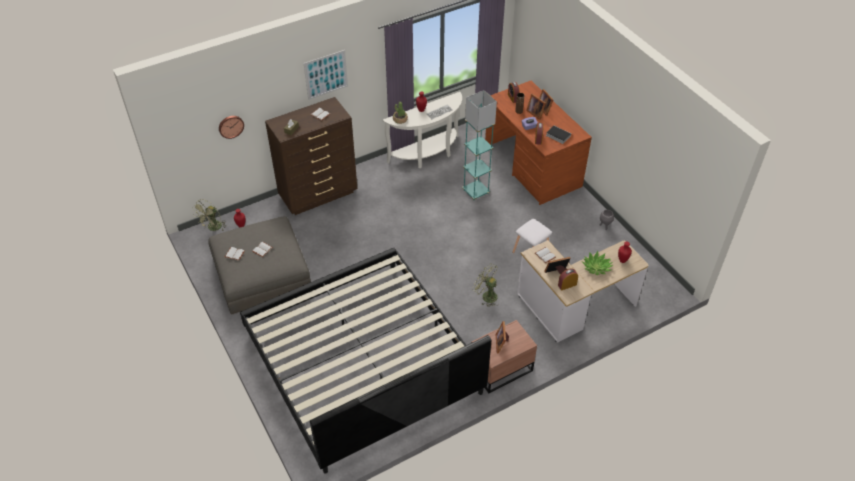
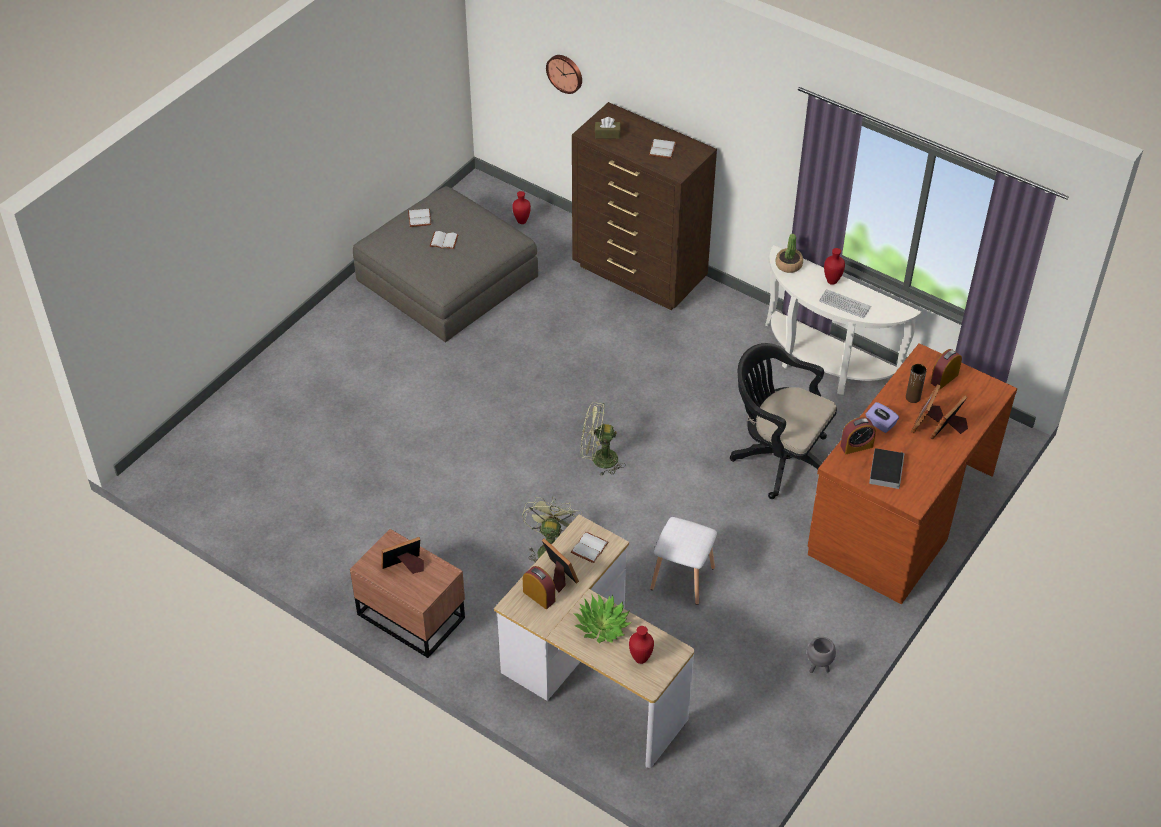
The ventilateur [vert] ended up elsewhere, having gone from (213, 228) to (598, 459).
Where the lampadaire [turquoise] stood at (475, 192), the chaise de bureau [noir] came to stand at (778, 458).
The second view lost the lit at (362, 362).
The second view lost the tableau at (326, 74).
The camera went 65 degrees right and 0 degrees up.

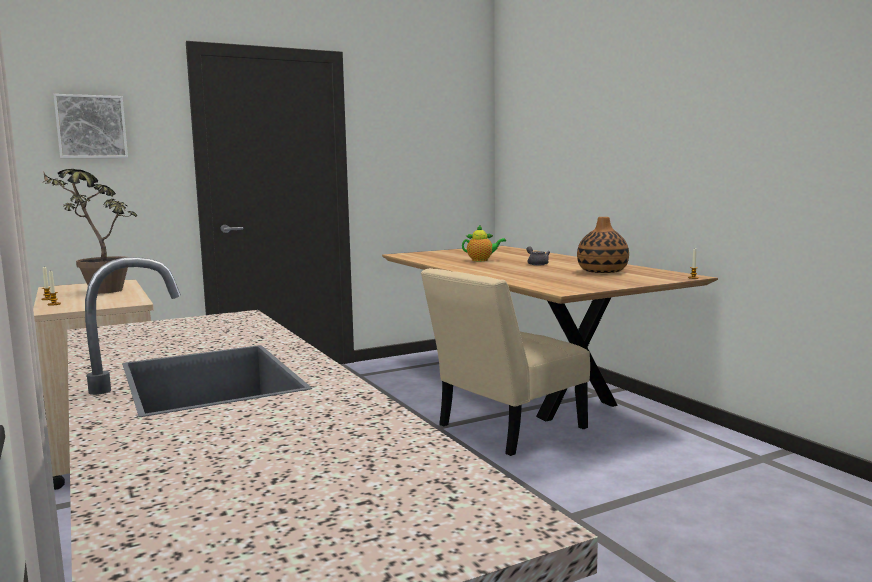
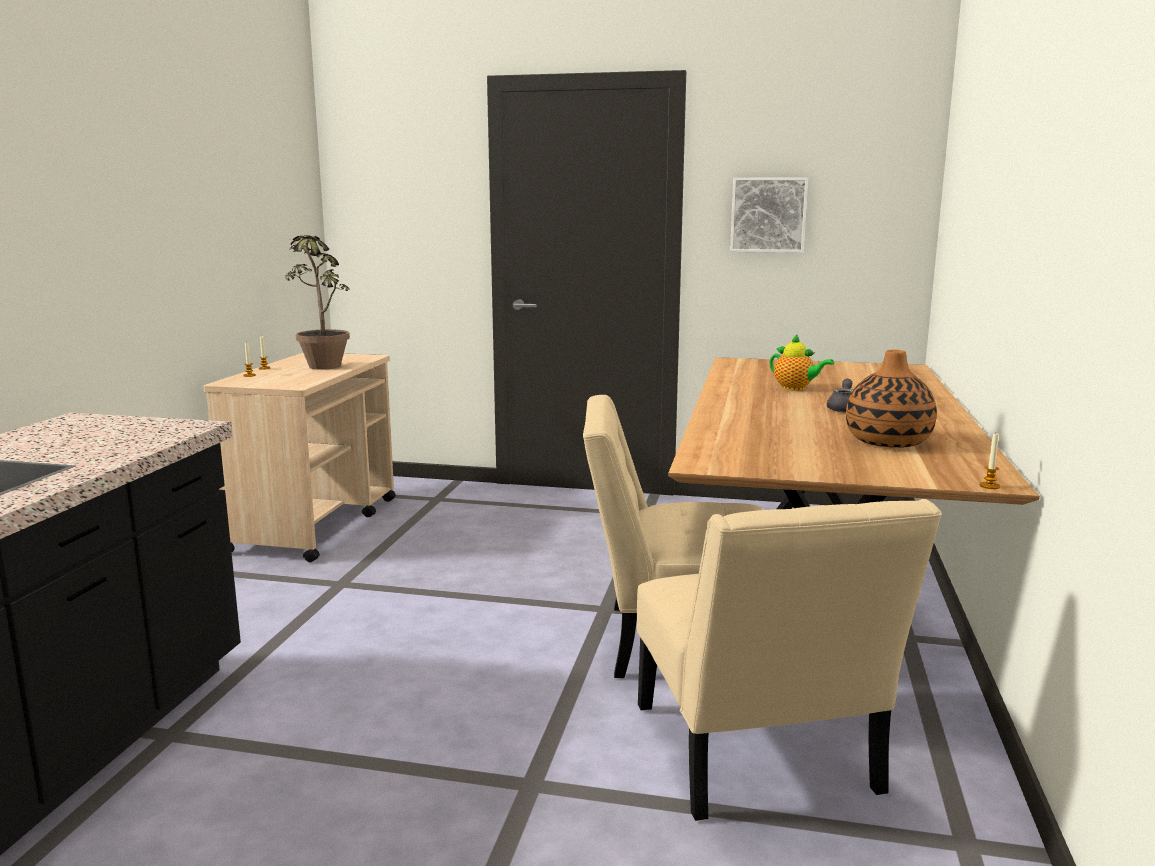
The second view gained the chaise [beige] at (757, 757).
The tableau ended up elsewhere, having gone from (91, 127) to (768, 215).
The camera went 40 degrees right and 5 degrees up.

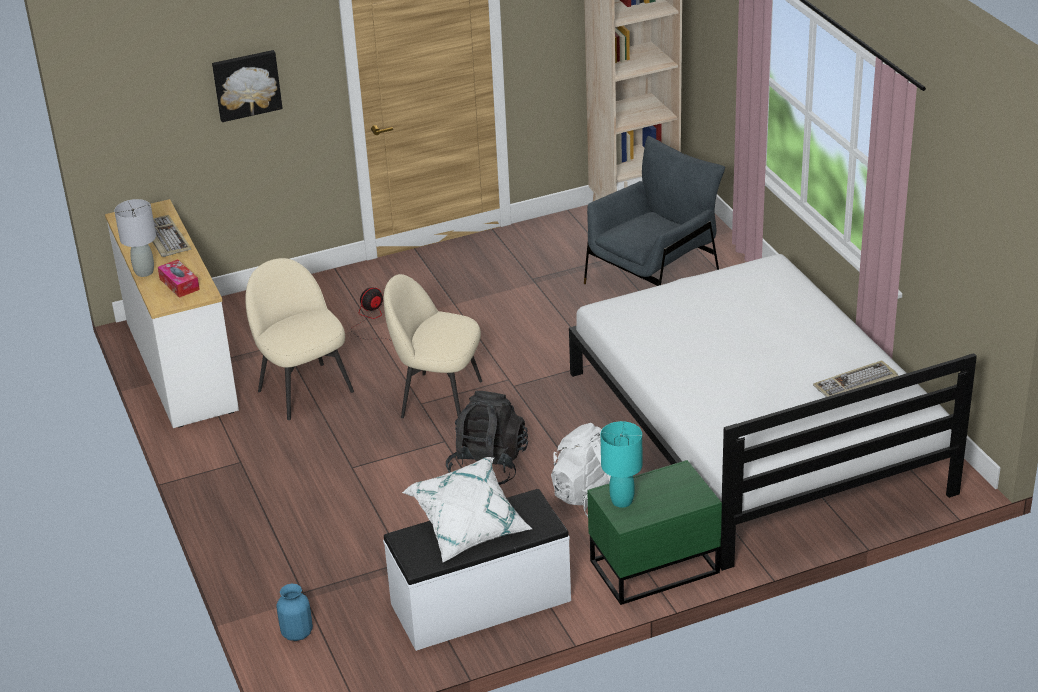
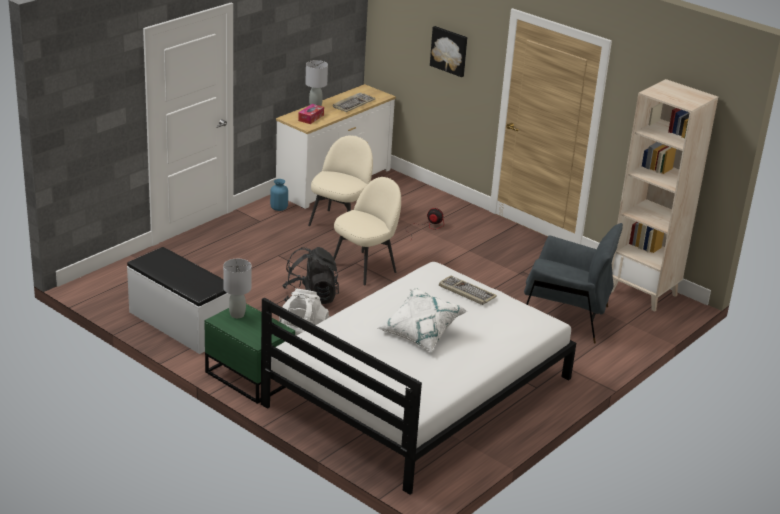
What was the lampe de table [turquoise] at (622, 501) turned into the lampe de table [gris] at (237, 315).
The vase [bleu] ended up elsewhere, having gone from (297, 632) to (279, 208).
The chaise [beige] at (439, 398) ended up facing another way, 60 degrees clockwise from before.
The coussin [blanc] ended up elsewhere, having gone from (469, 527) to (420, 332).
The clavier ended up elsewhere, having gone from (856, 384) to (466, 292).
The camera went 60 degrees right and 5 degrees down.

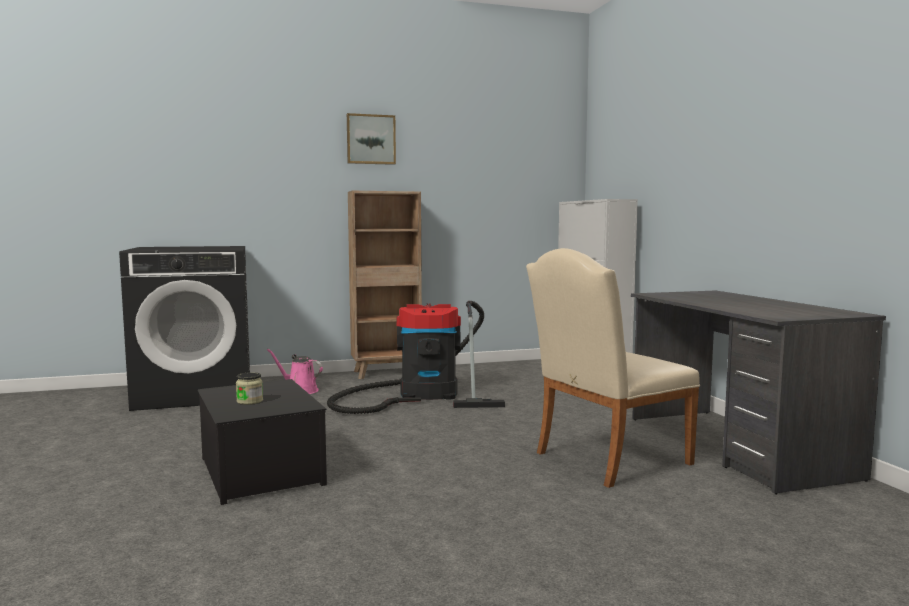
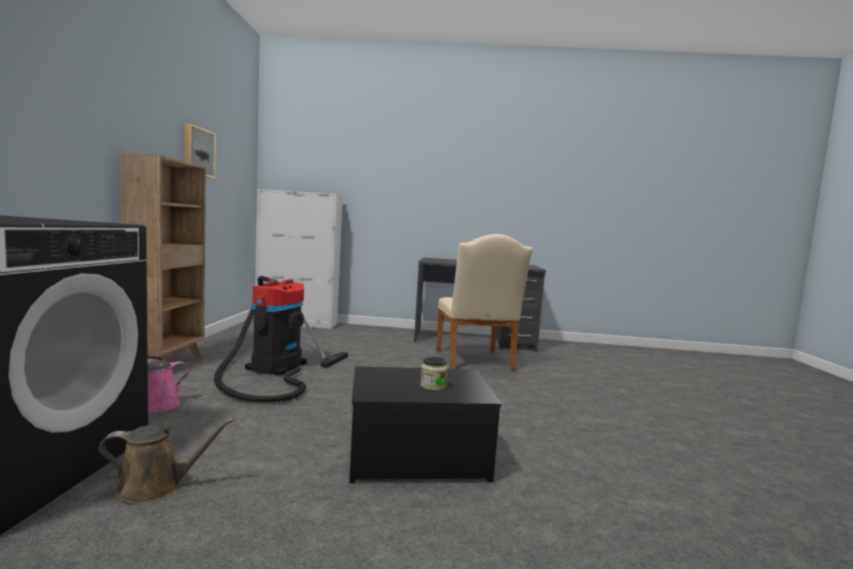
The second view gained the arrosoir [marron] at (156, 487).
The tableau ended up elsewhere, having gone from (370, 139) to (197, 152).
The camera went 70 degrees left and 0 degrees up.

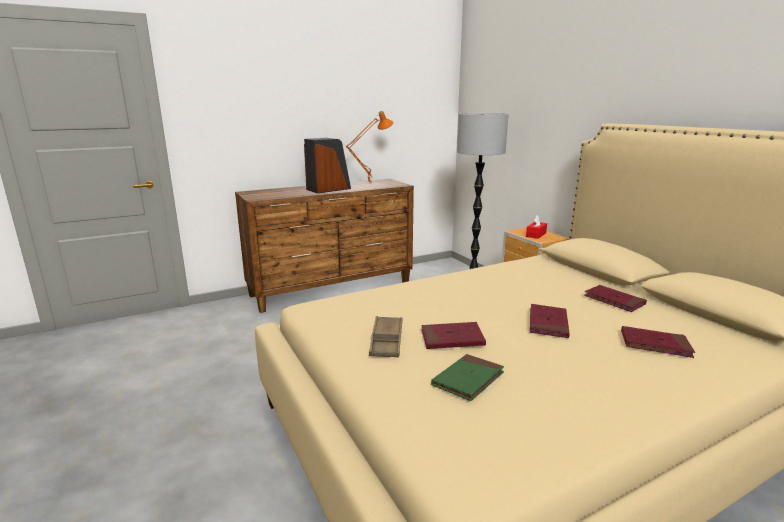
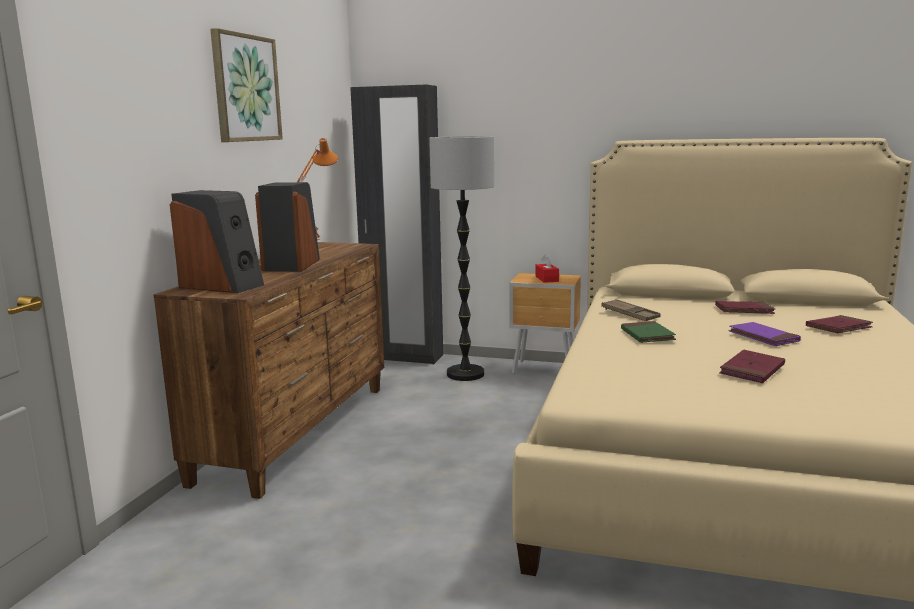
The second view gained the enceinte at (222, 286).
The second view gained the tableau at (245, 88).
The second view gained the armoire [noir] at (403, 357).
The plateau [marron] ended up elsewhere, having gone from (386, 341) to (630, 314).
The livre [vert] ended up elsewhere, having gone from (468, 380) to (647, 335).
What was the livre [rouge] at (548, 323) turned into the livre [violet] at (763, 337).
The camera went 45 degrees left and 5 degrees down.

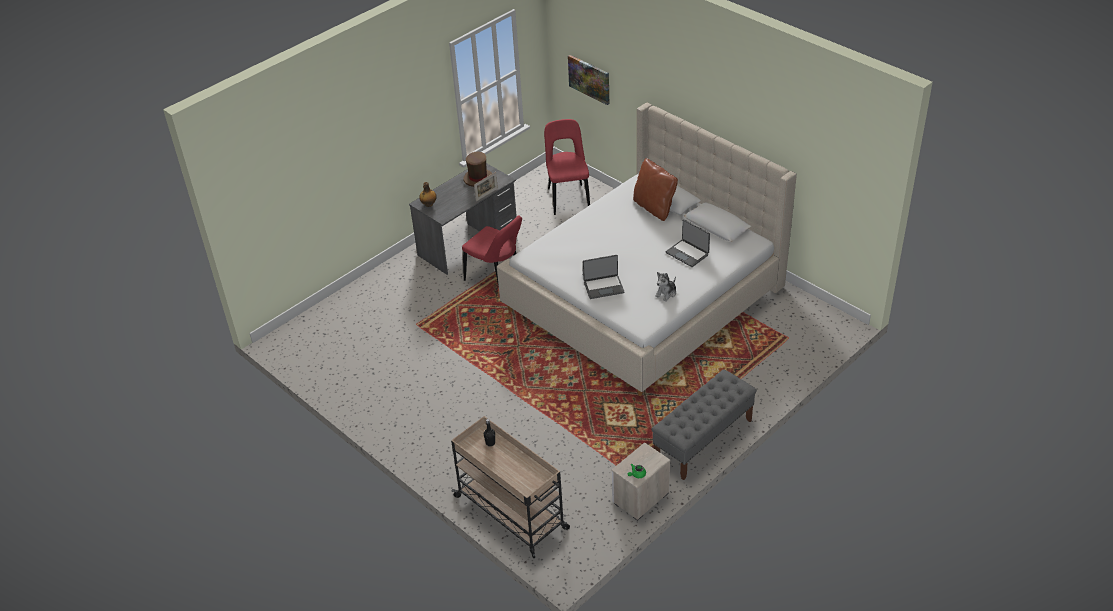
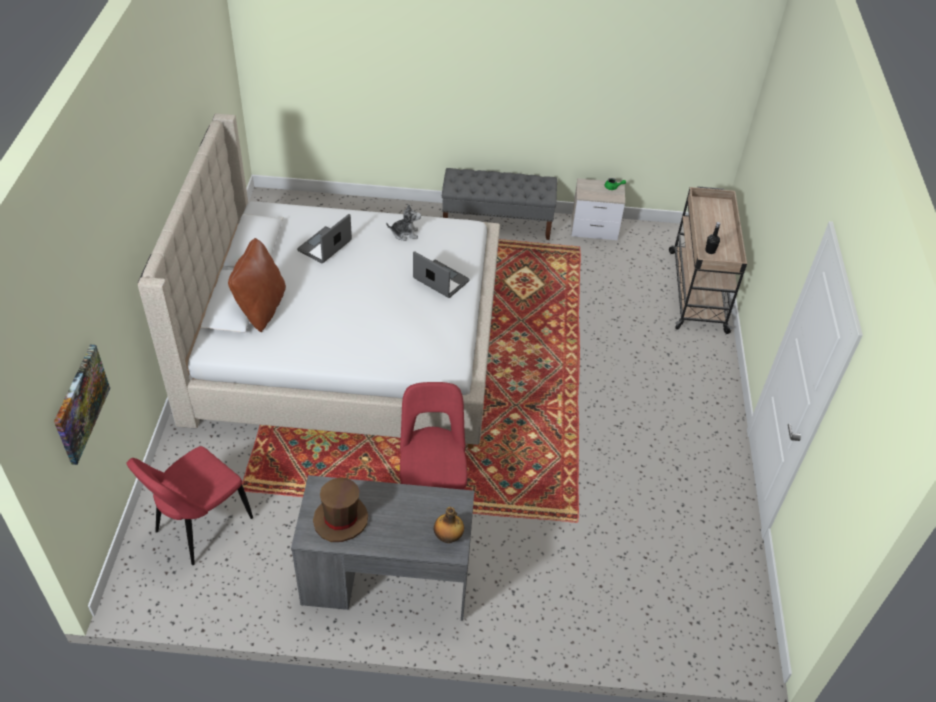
The ordinateur portable at (687, 253) ended up facing another way, 150 degrees counterclockwise from before.
The second view lost the cadre photo at (486, 194).
The camera went 135 degrees left and 5 degrees up.

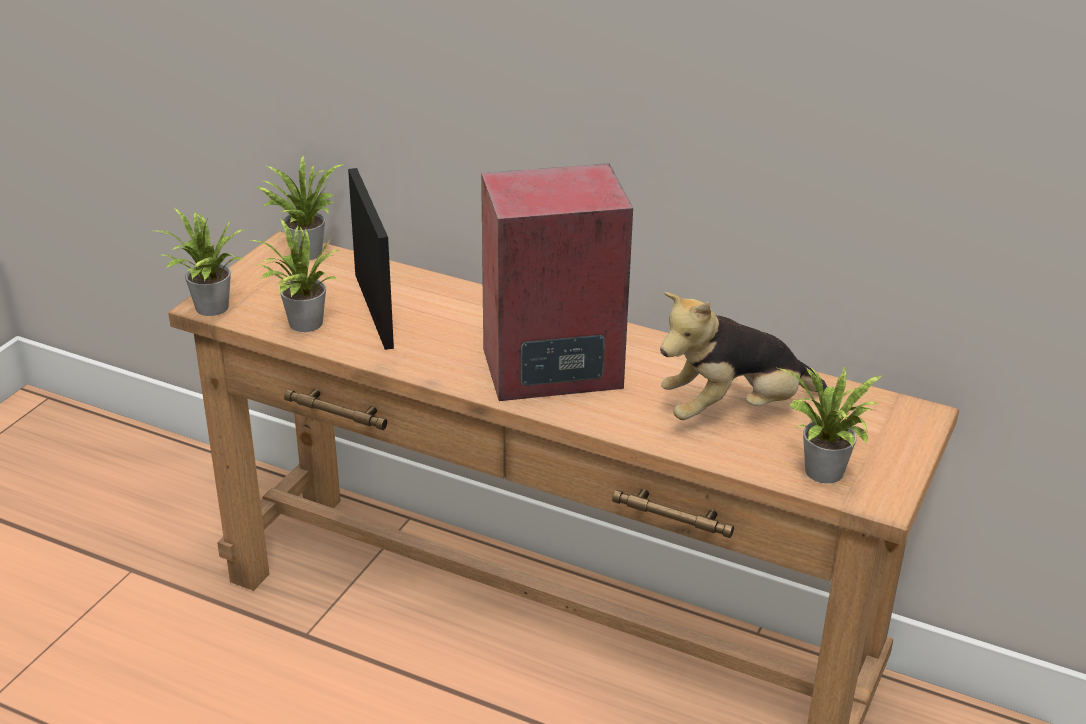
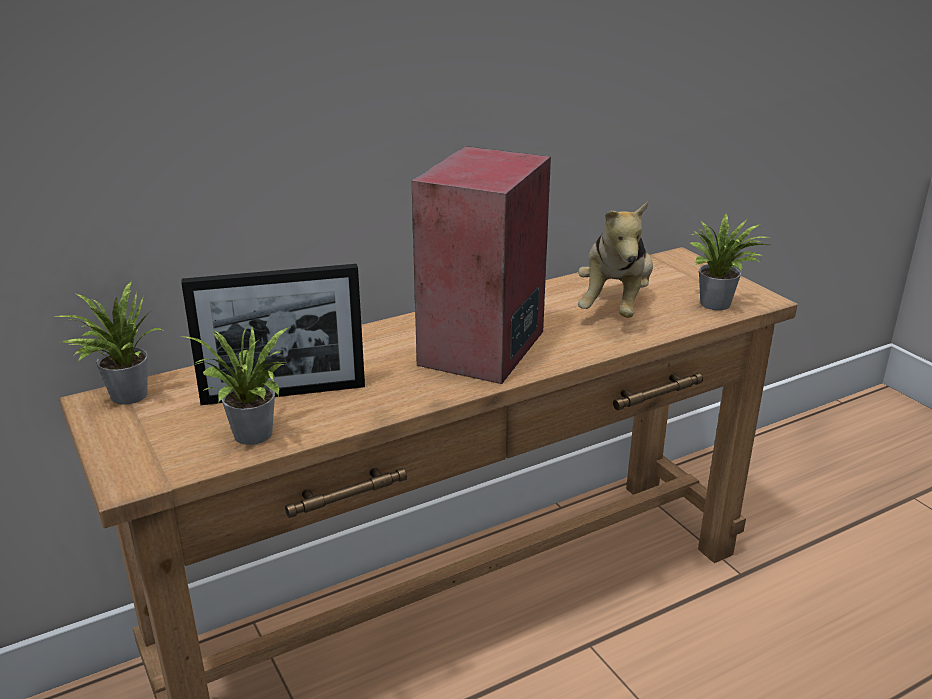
The cadre photo at (373, 310) ended up facing another way, 150 degrees clockwise from before.
The second view lost the plante en pot at (208, 309).
The camera went 55 degrees left and 5 degrees down.

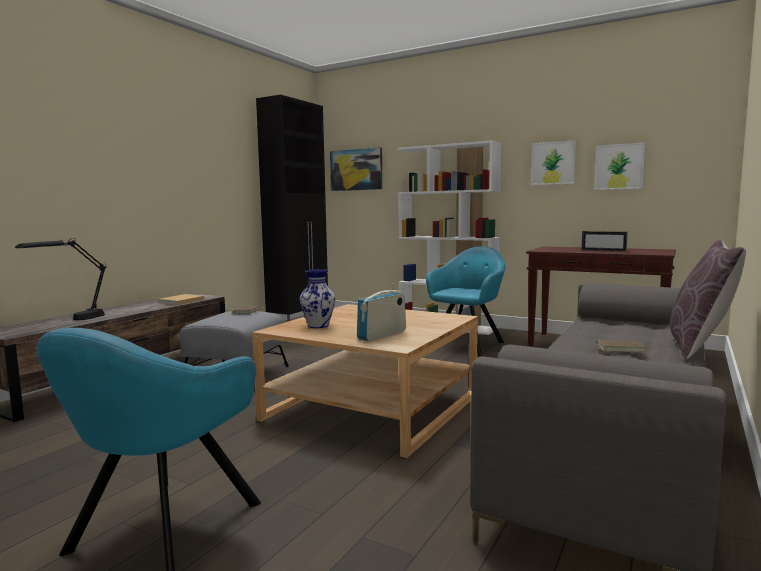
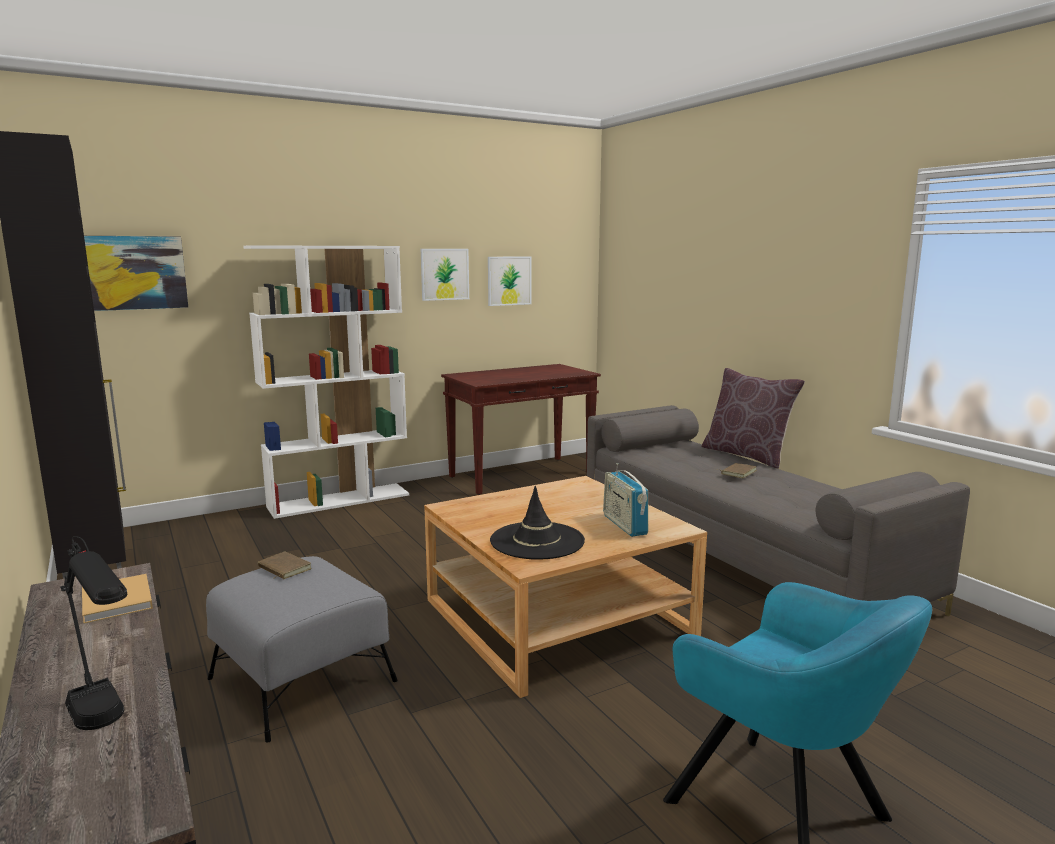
Where the vase stood at (318, 326), the chapeau [noir] came to stand at (537, 541).
The second view lost the fauteuil [turquoise] at (468, 344).
The second view lost the cadre photo at (603, 251).
The camera went 60 degrees left and 5 degrees up.

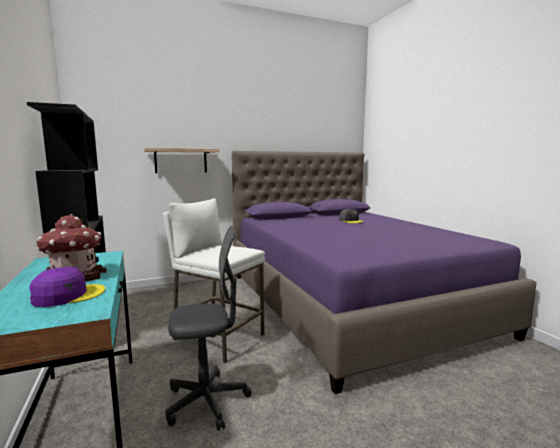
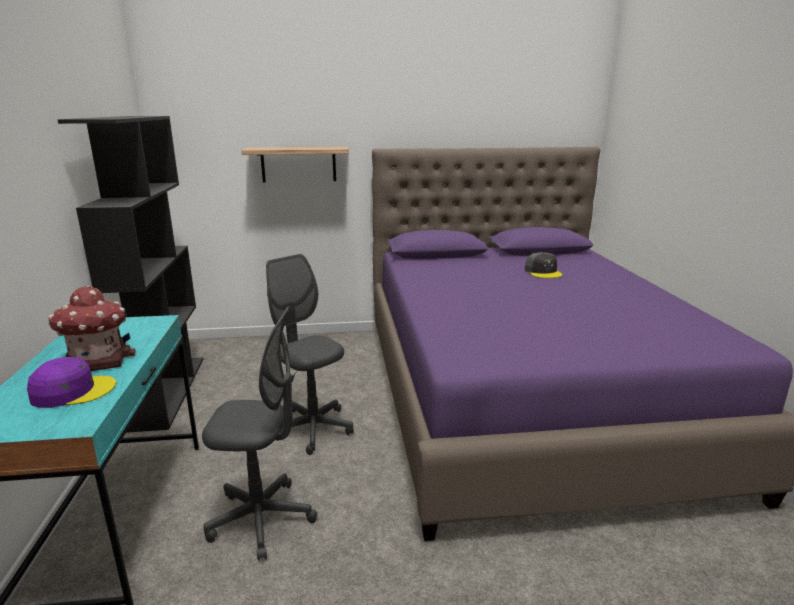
Where the tabouret [blanc] stood at (218, 337), the chaise de bureau [gris] came to stand at (312, 429).
The camera went 15 degrees right and 10 degrees up.

